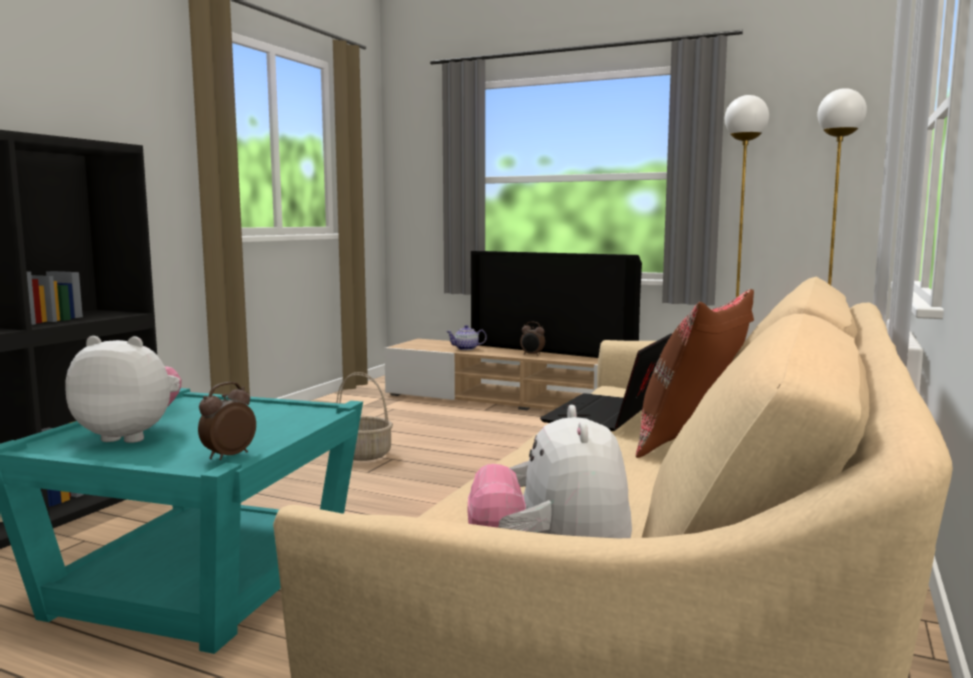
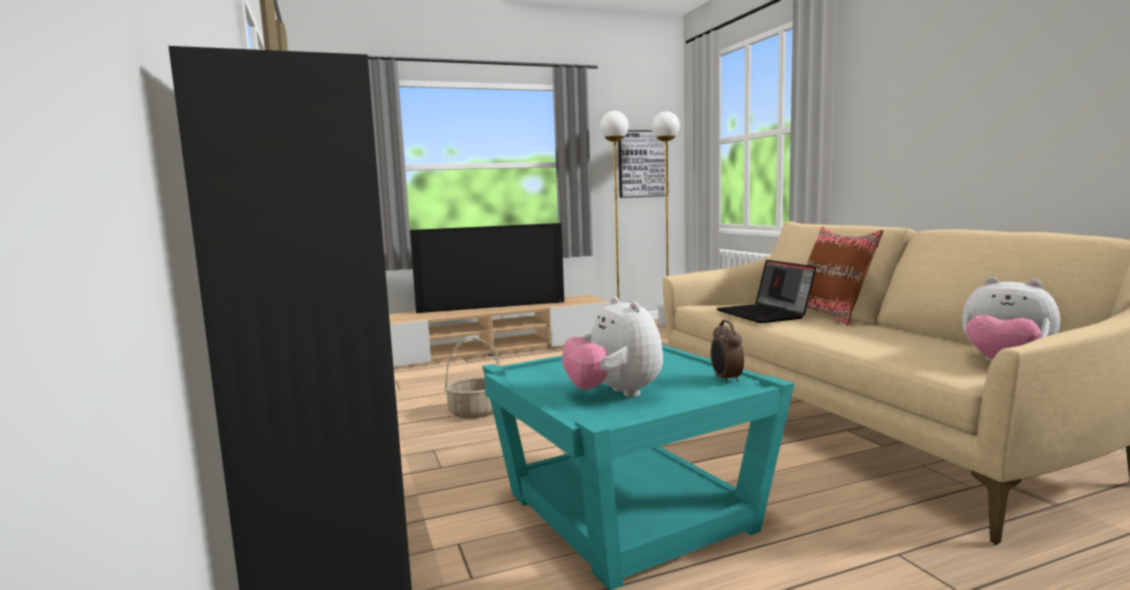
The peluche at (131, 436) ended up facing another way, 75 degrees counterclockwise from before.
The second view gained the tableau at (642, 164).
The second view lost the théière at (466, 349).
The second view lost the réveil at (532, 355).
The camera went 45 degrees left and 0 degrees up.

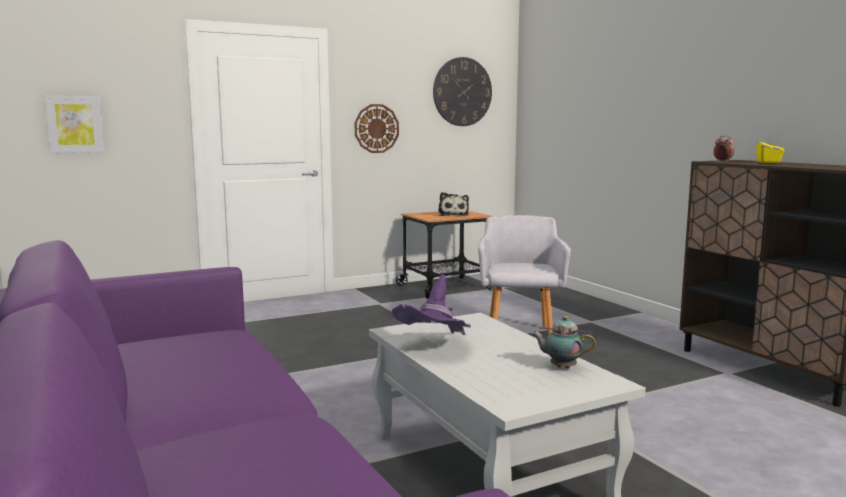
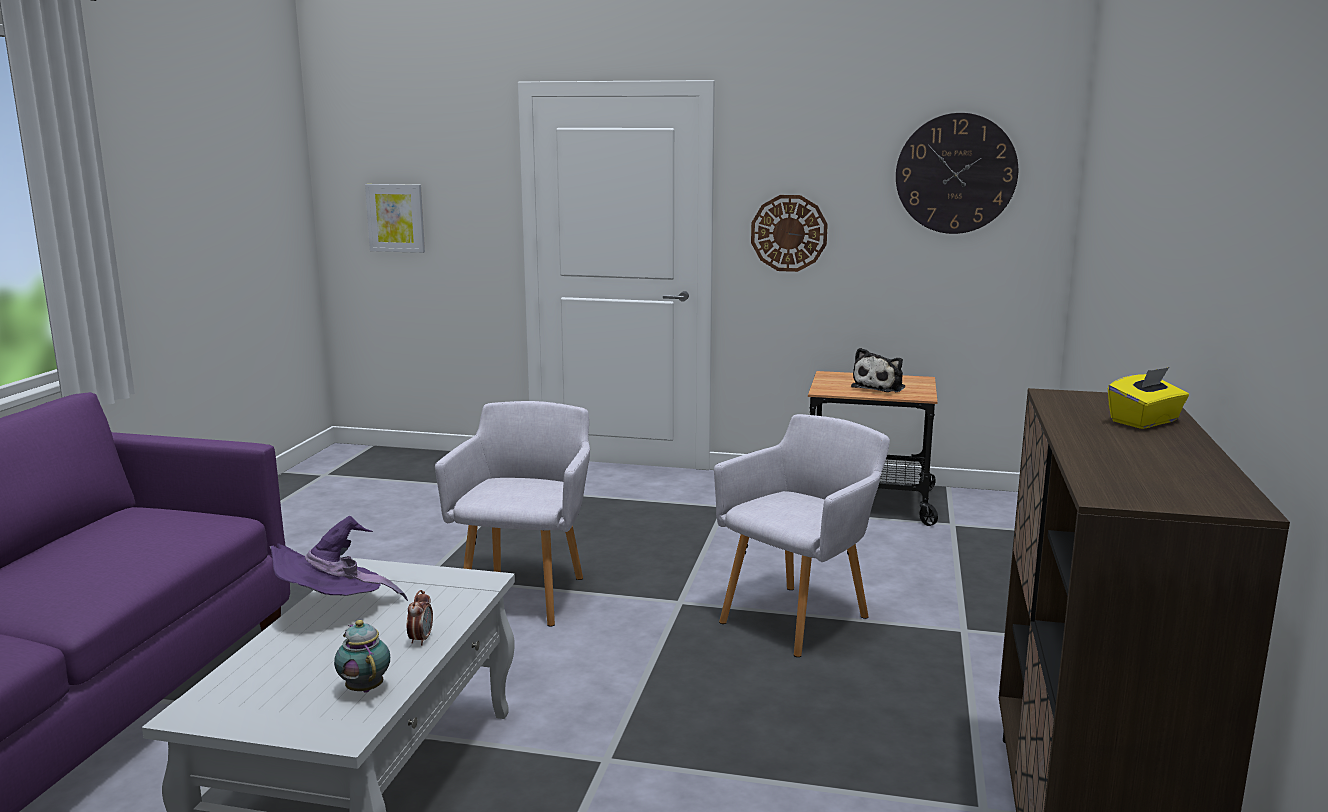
The réveil ended up elsewhere, having gone from (722, 161) to (421, 639).
The second view gained the fauteuil [gris] at (526, 593).
The camera went 40 degrees right and 5 degrees up.

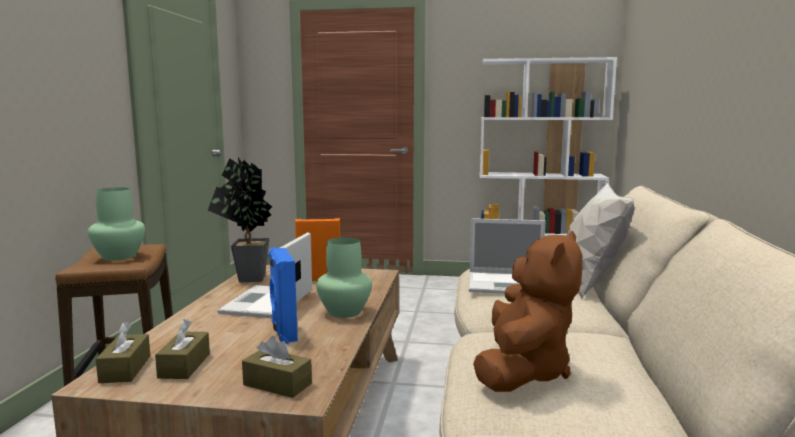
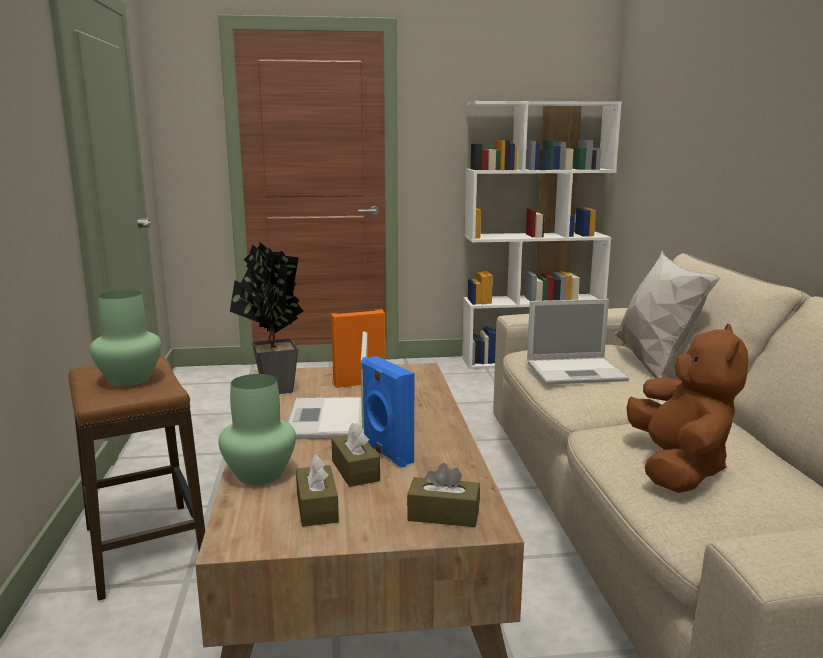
The vase [vert] ended up elsewhere, having gone from (345, 312) to (261, 474).
The boîte à mouchoirs [marron] ended up elsewhere, having gone from (125, 369) to (355, 471).
The camera went 15 degrees left and 5 degrees up.

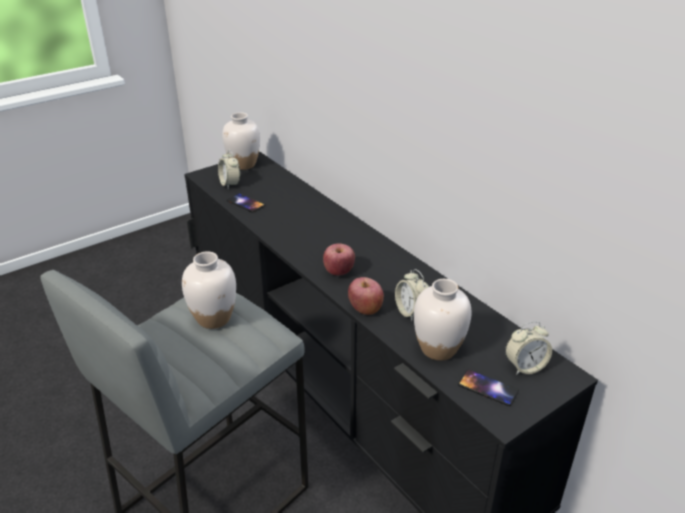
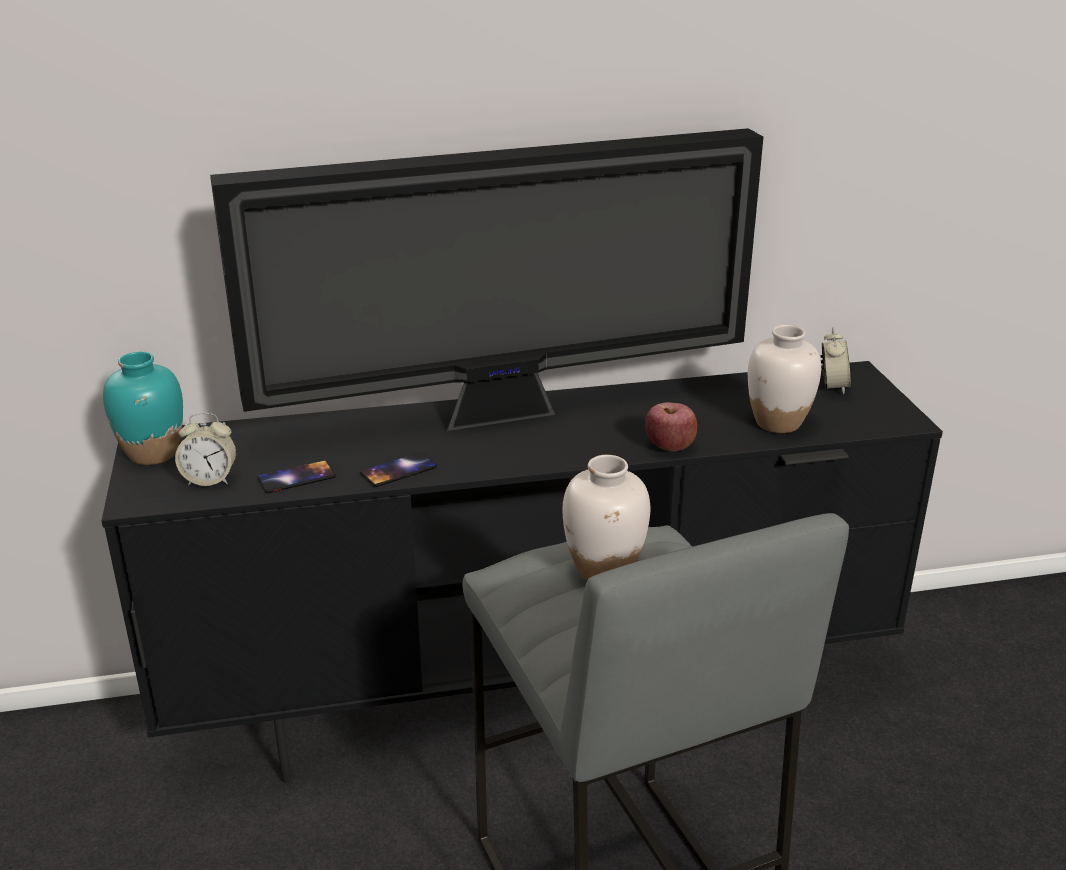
What was the vase [blanc] at (244, 165) turned into the vase [turquoise] at (153, 454).
The second view gained the téléviseur at (505, 414).
The téléphone ended up elsewhere, having gone from (488, 388) to (398, 470).
The second view lost the pomme at (339, 272).
The second view lost the réveil at (411, 312).
The camera went 65 degrees left and 5 degrees down.

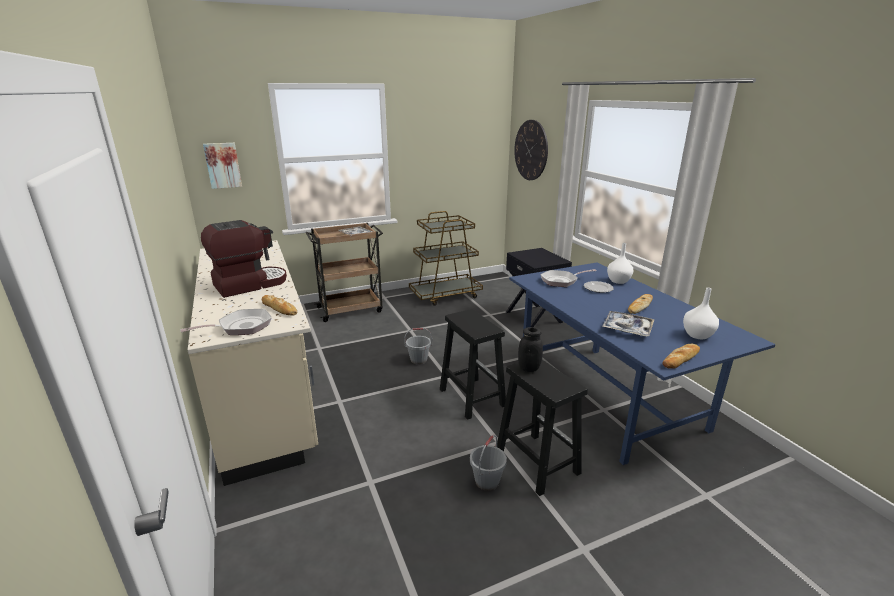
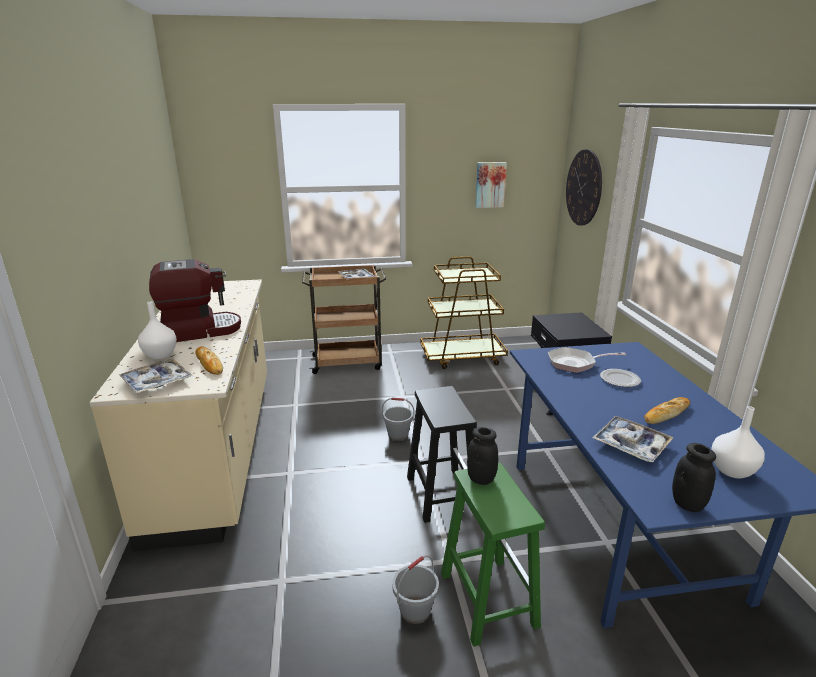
Where the poêle stood at (241, 327), the plateau came to stand at (157, 382).
The vase [blanc] ended up elsewhere, having gone from (617, 281) to (159, 355).
What was the tabouret [noir] at (535, 462) turned into the tabouret [vert] at (487, 598).
The tableau ended up elsewhere, having gone from (223, 165) to (490, 184).
Where the pain stood at (681, 359), the bocal [noir] came to stand at (687, 504).
The camera went 15 degrees right and 0 degrees up.

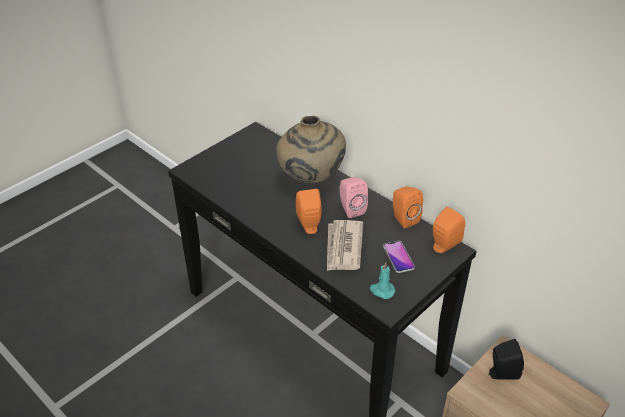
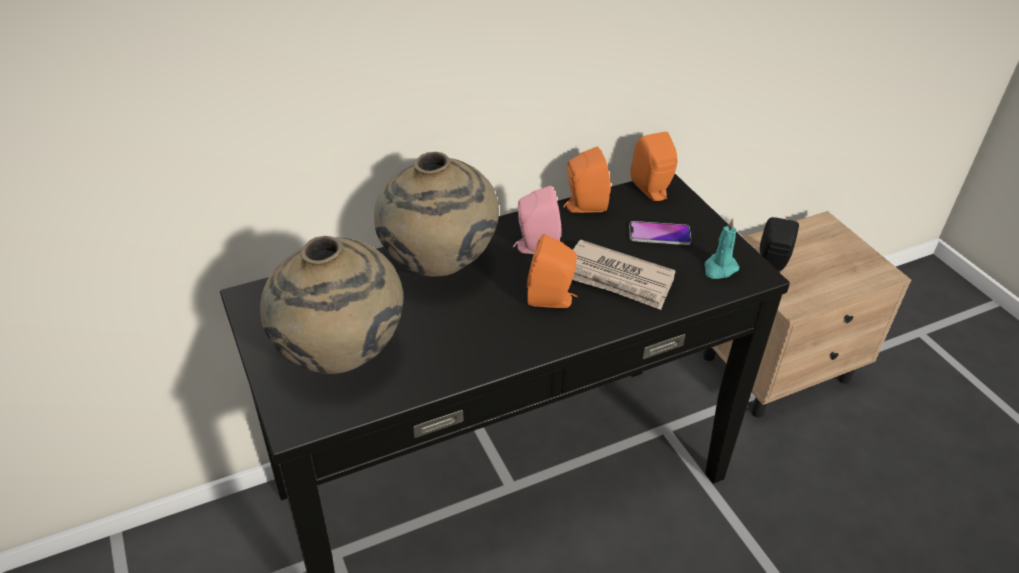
The second view gained the vase [beige] at (341, 358).
The camera went 70 degrees left and 0 degrees up.

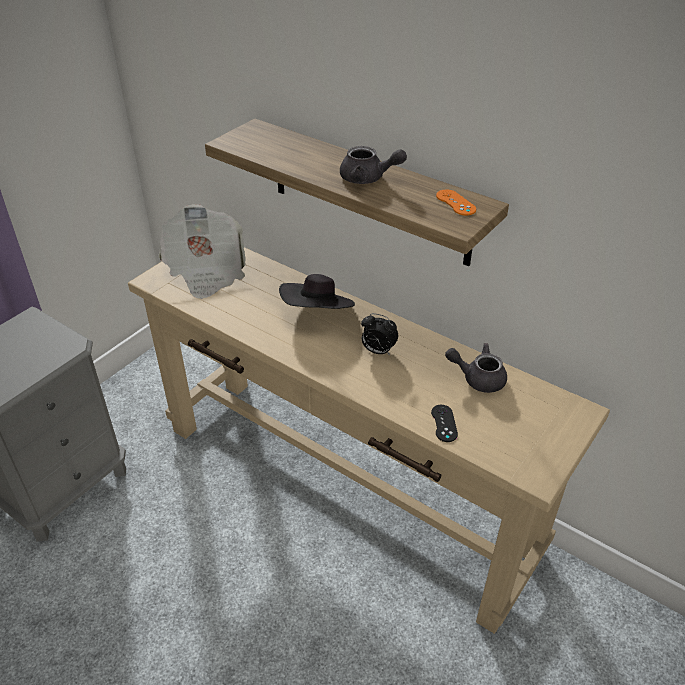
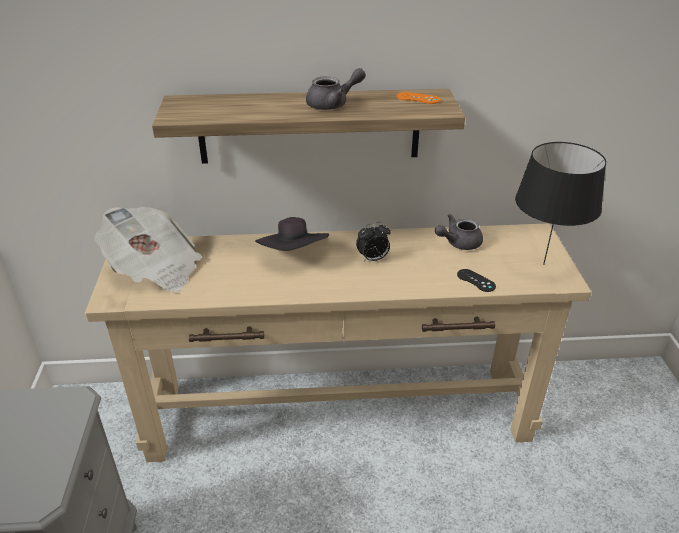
The second view gained the lampe de table [noir] at (544, 264).
The camera went 40 degrees left and 5 degrees down.

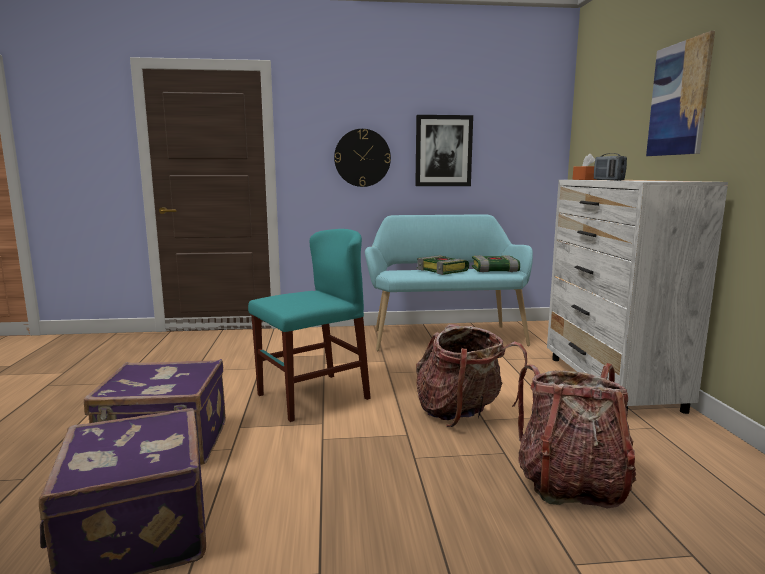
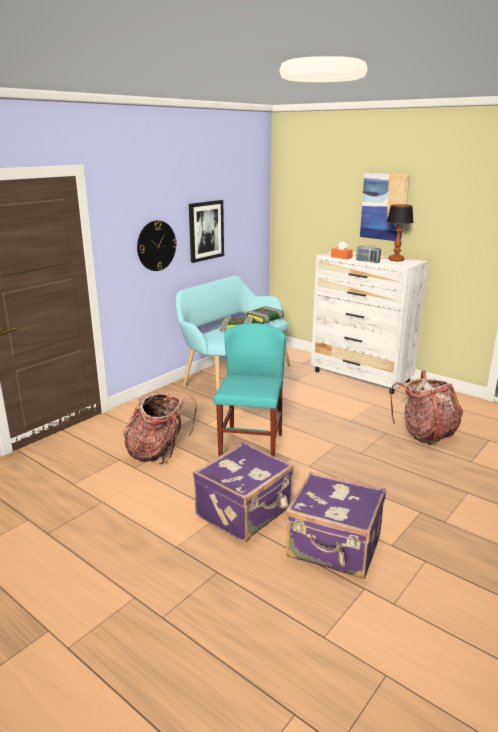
The sac à dos ended up elsewhere, having gone from (461, 414) to (158, 452).
The second view gained the lampe de table at (395, 260).
The camera went 45 degrees left and 10 degrees up.

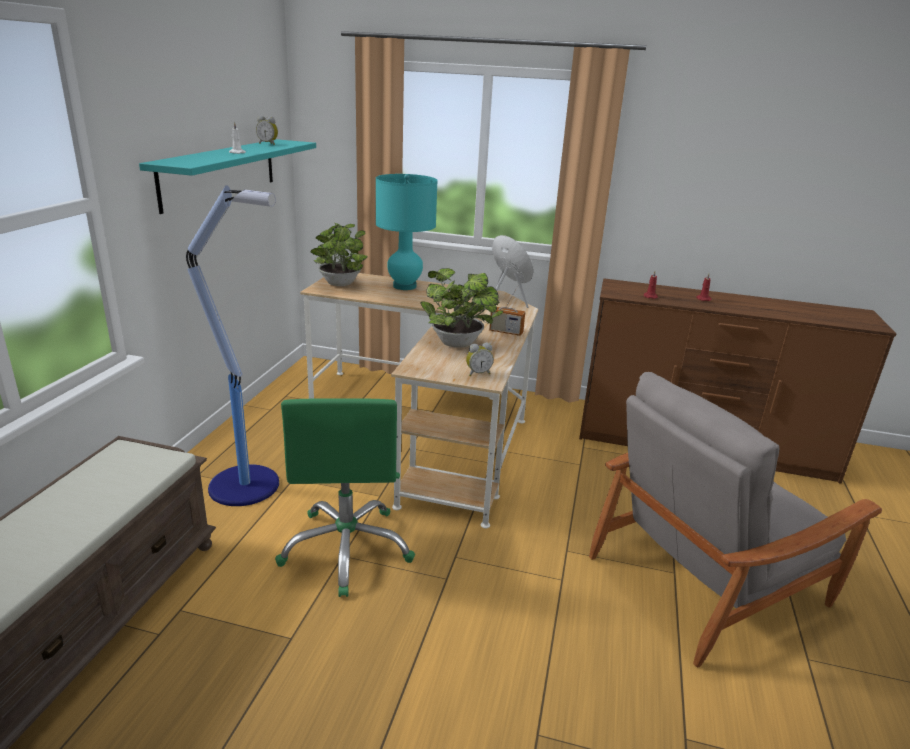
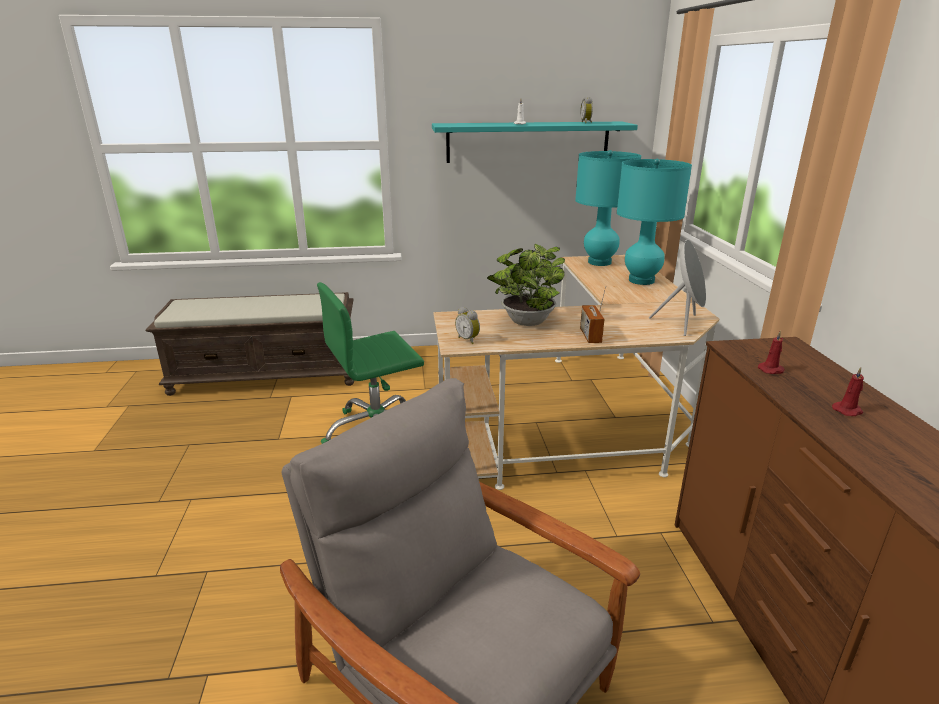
Where the plante en pot stood at (339, 284), the lampe de table [turquoise] came to stand at (599, 262).
The second view lost the lampadaire at (247, 486).
The camera went 70 degrees right and 0 degrees up.

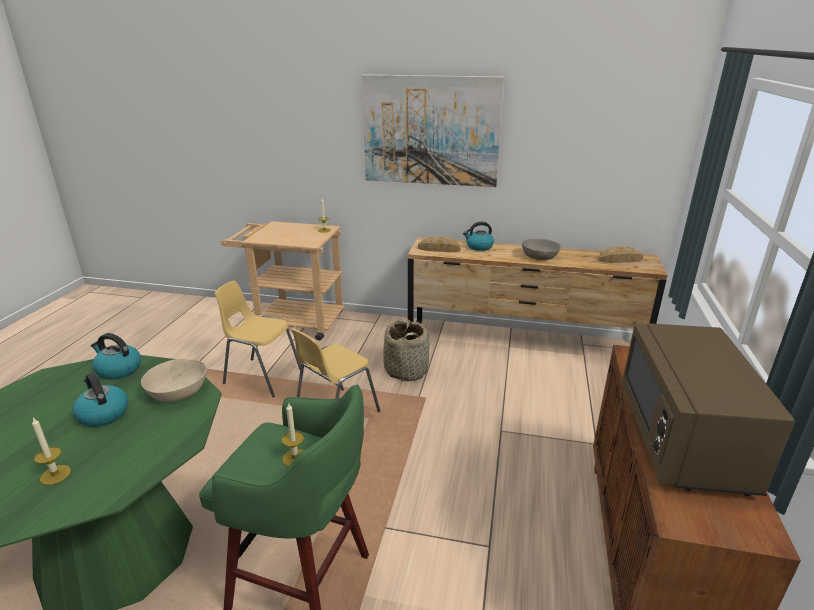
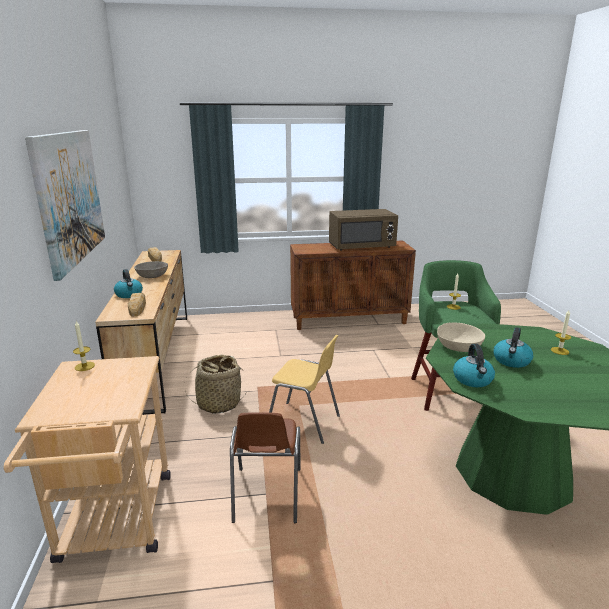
What was the chaise [jaune] at (262, 376) turned into the chaise [marron] at (266, 495).
The camera went 110 degrees left and 5 degrees down.

